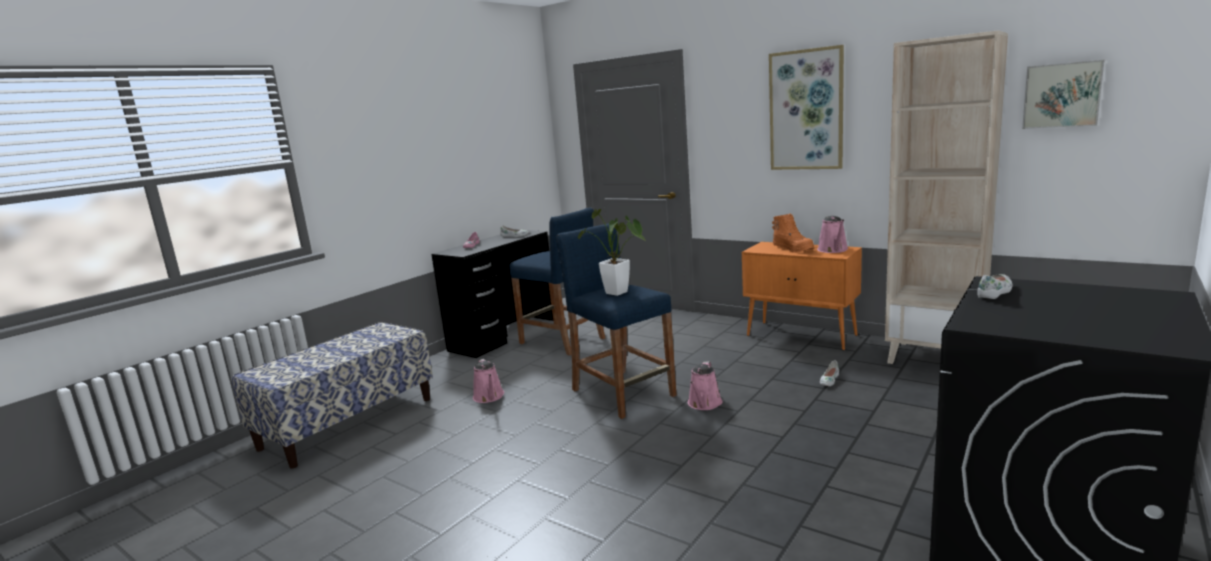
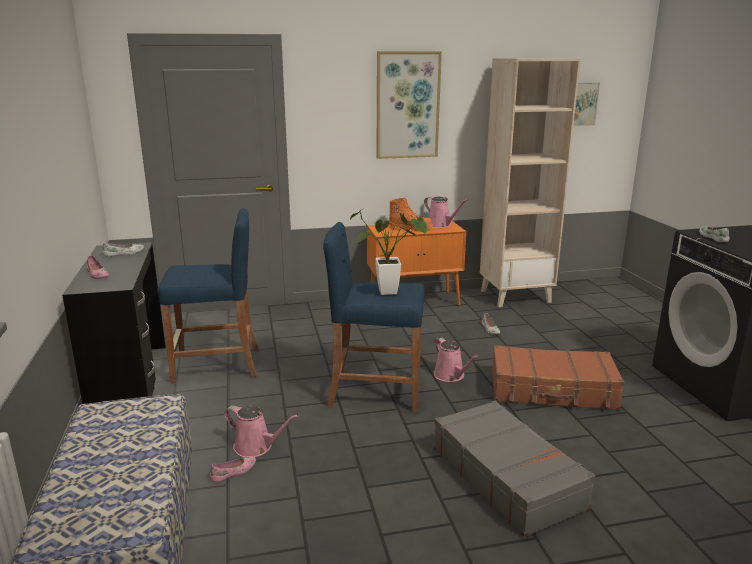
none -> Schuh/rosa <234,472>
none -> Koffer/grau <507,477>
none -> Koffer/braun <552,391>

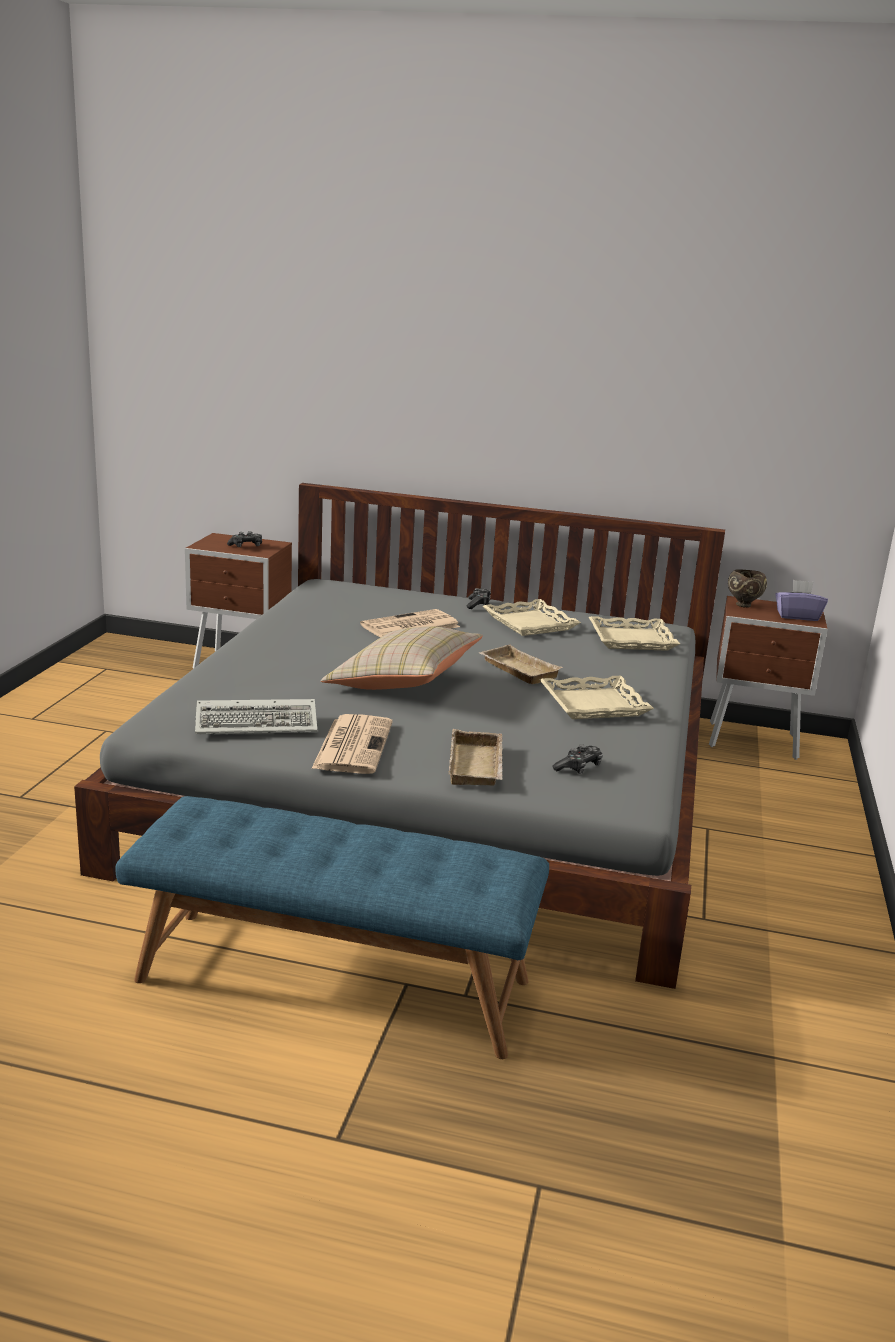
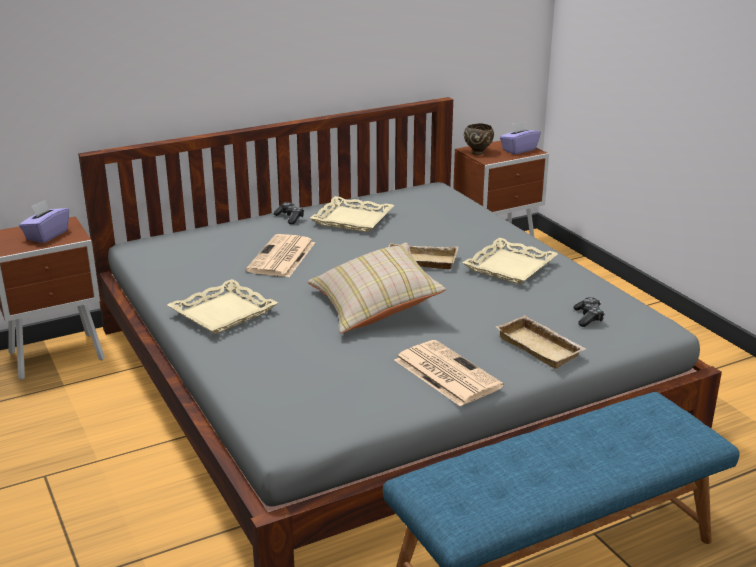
Tastatur <259,722> -> none
Gamepad <246,546> -> Taschentuchbox/lila <46,235>
Tablett/beige <632,639> -> Tablett/beige <223,313>, move

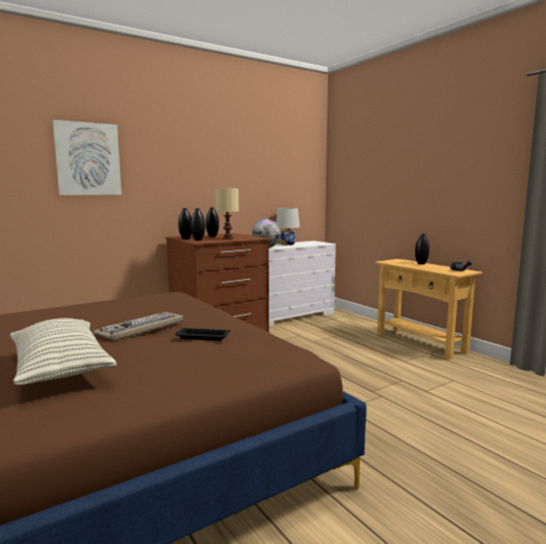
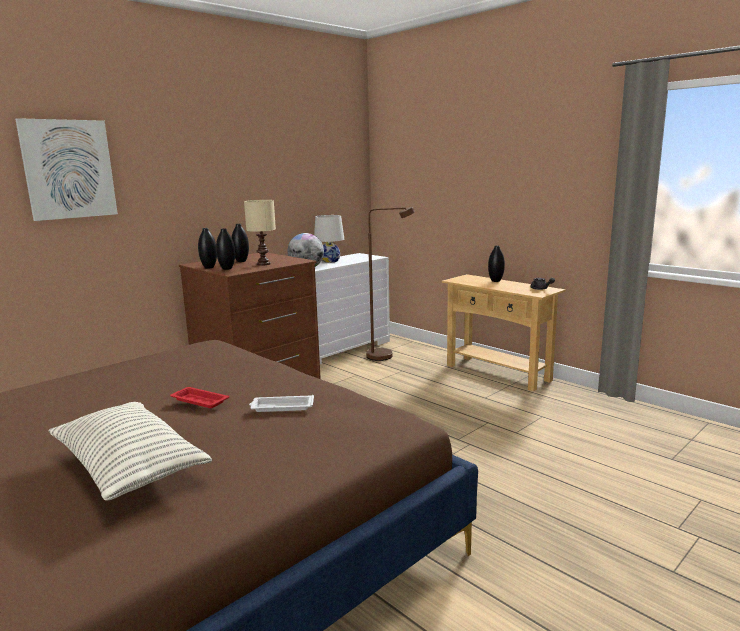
Tastatur <141,328> -> Tablett/rot <199,401>
Tablett/schwarz <202,337> -> Tablett/weiß <281,407>
none -> Stehlampe/braun <387,356>

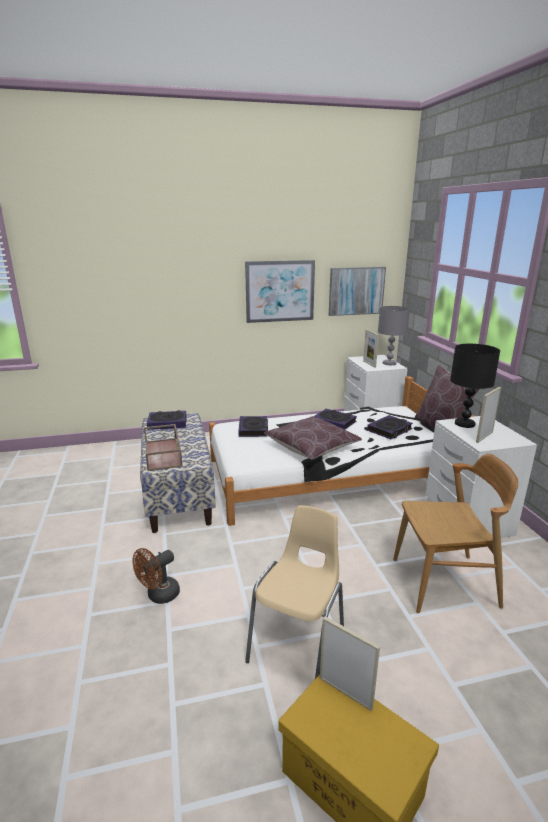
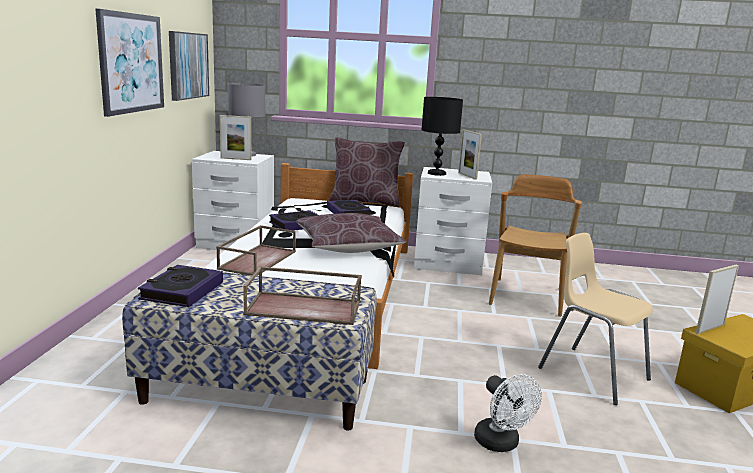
Ventilator/braun <159,596> -> Ventilator/weiß <501,444>
Buch <253,429> -> Tablett/braun <257,259>

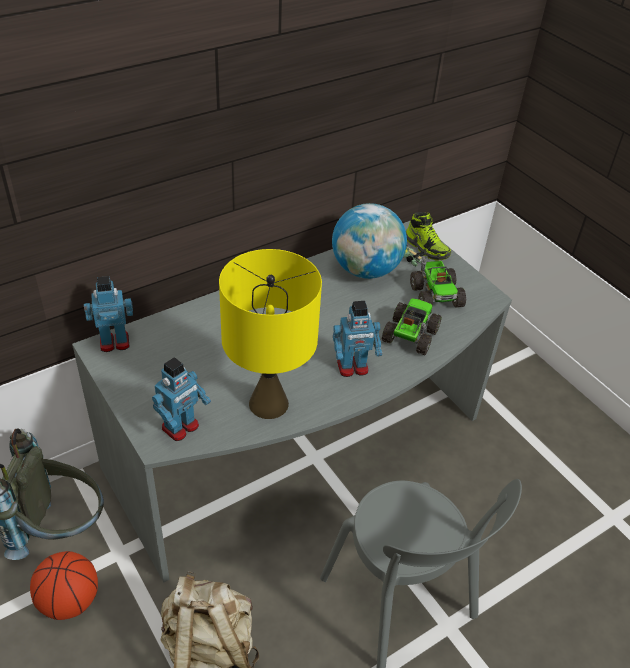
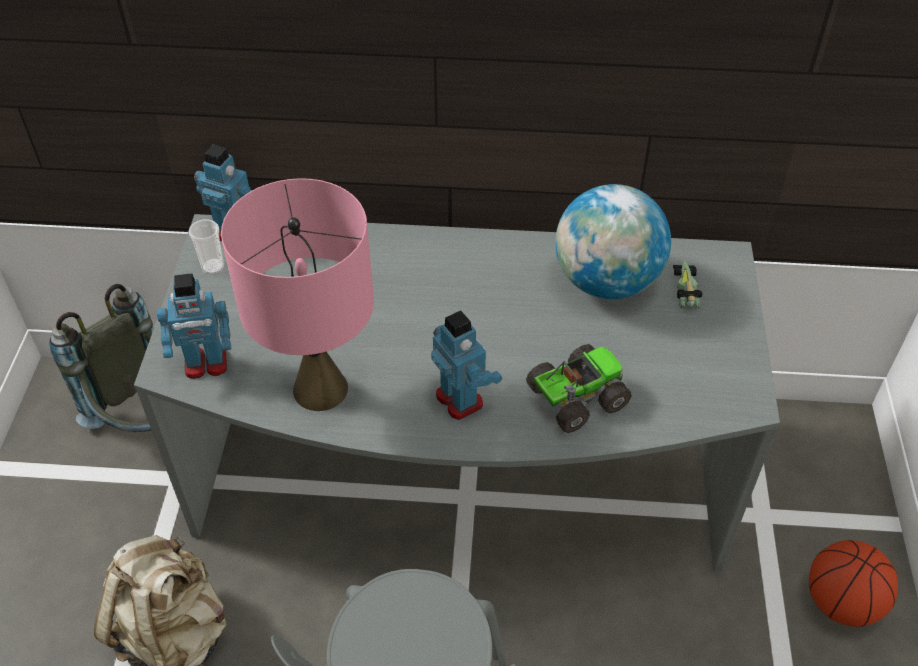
Basketball <69,601> -> Basketball <840,602>, move
Tischlampe/gelb <269,403> -> Tischlampe/rosa <321,389>
Spielzeugroboter <352,367> -> Spielzeugroboter <460,399>, 150 degrees counterclockwise
Schuh <427,248> -> none
Spielzeuglaster <436,295> -> none
none -> Tasse <213,267>

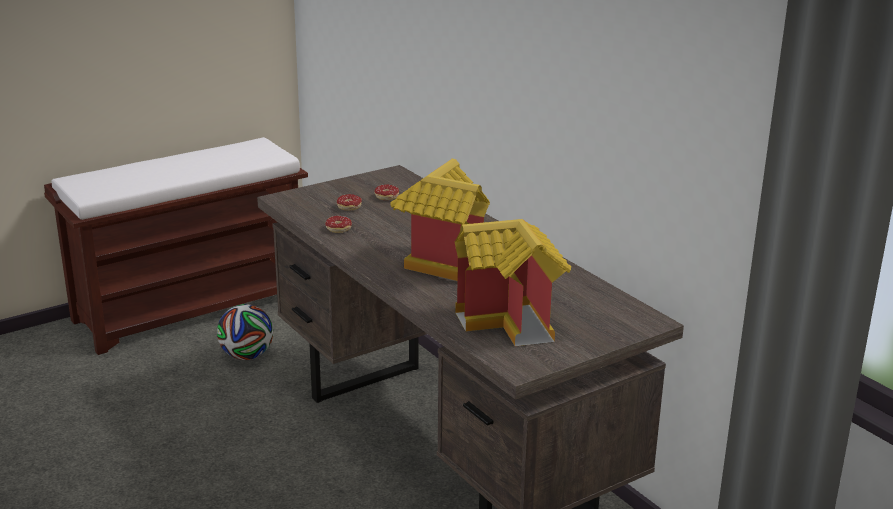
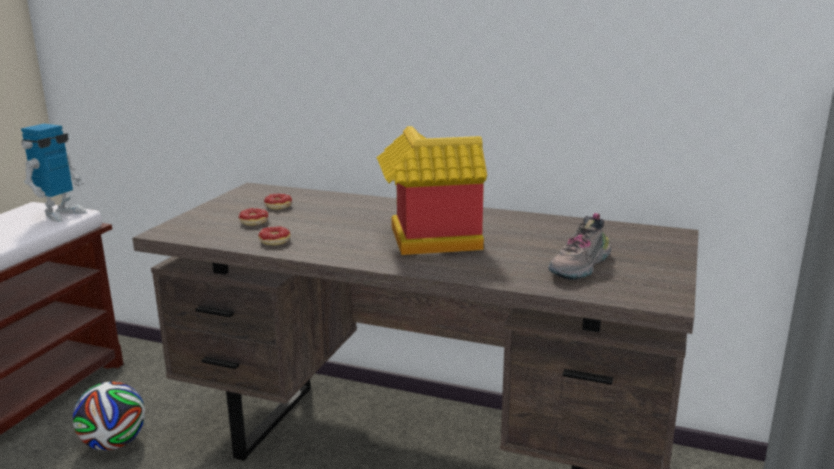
Spielzeughaus <513,322> -> Schuh <581,267>
none -> Spielzeugroboter <60,214>

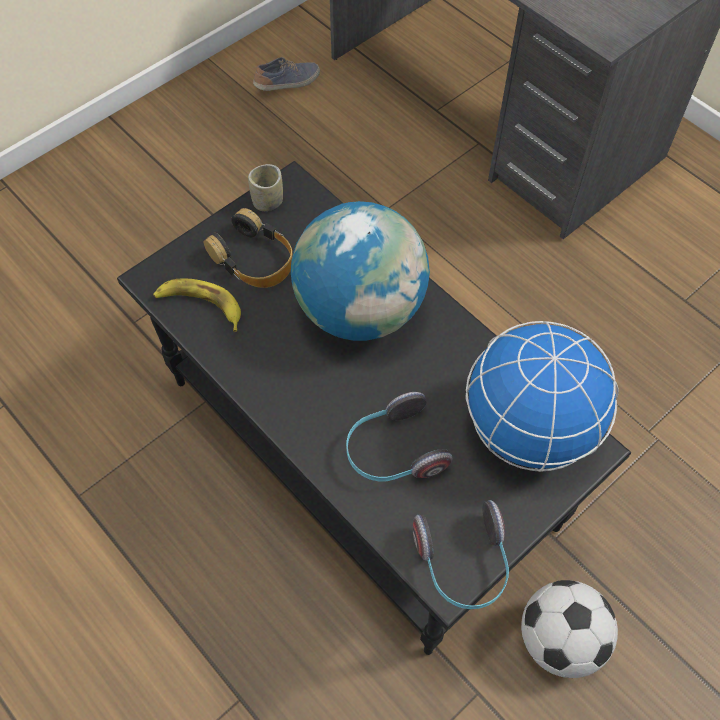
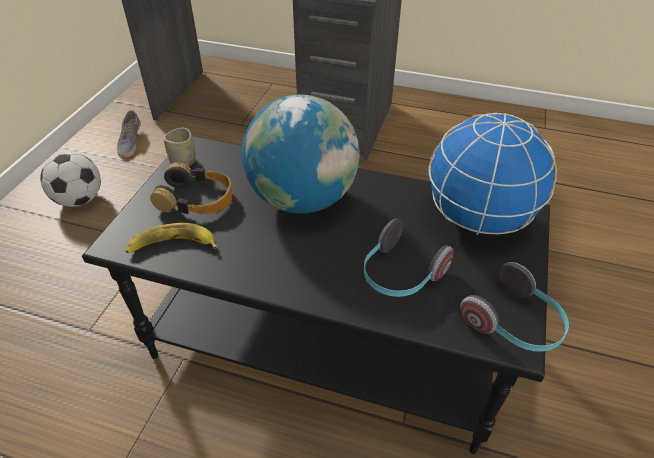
Schuh <288,83> -> Schuh <130,142>, 150 degrees clockwise
Fußball <559,639> -> Fußball <79,200>, move

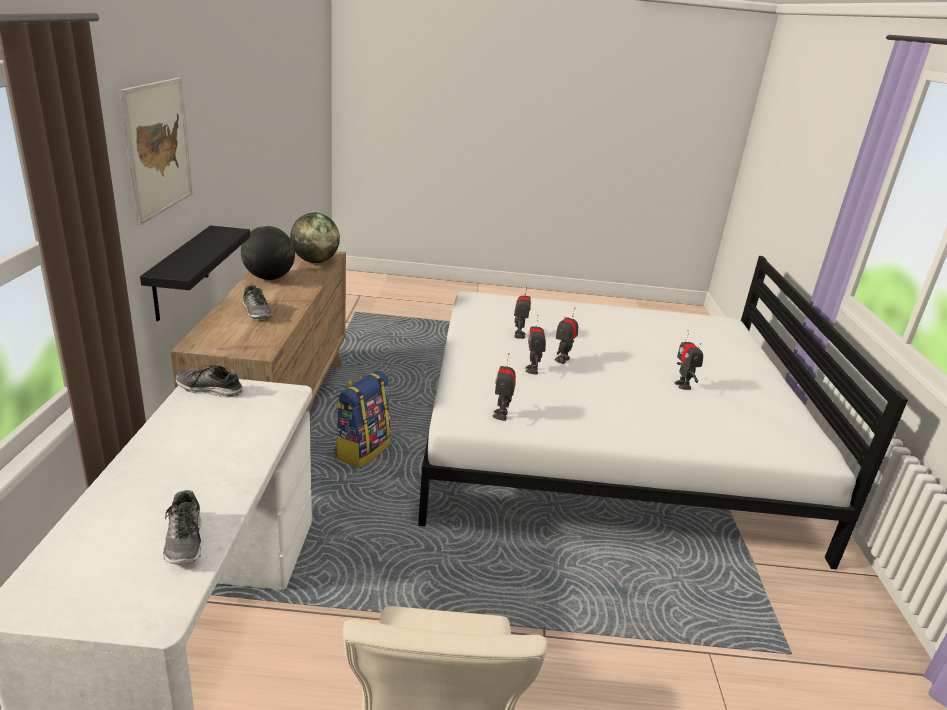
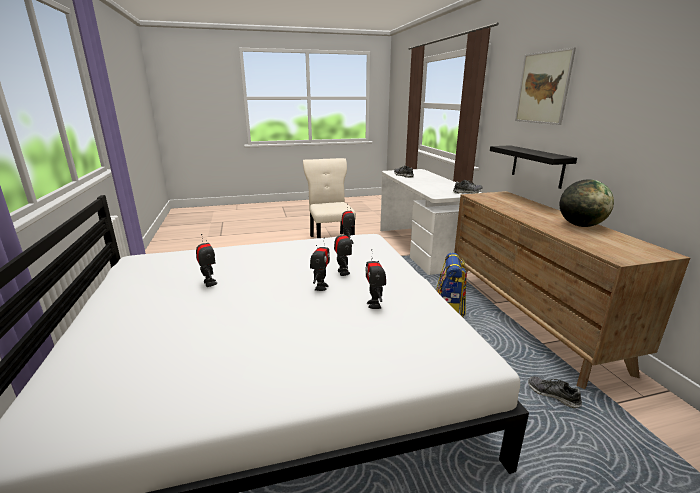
Schuh <257,312> -> Schuh <553,396>, move
Globus <315,261> -> none

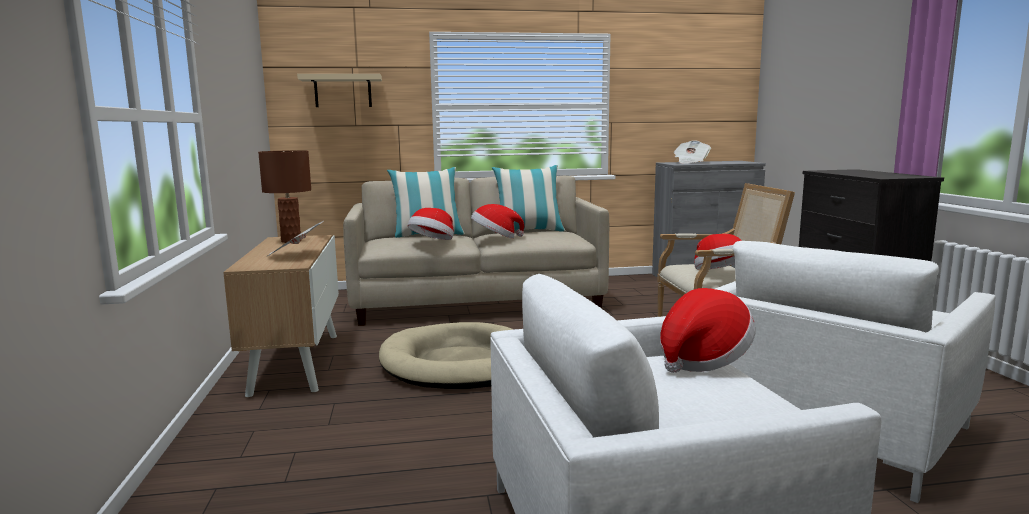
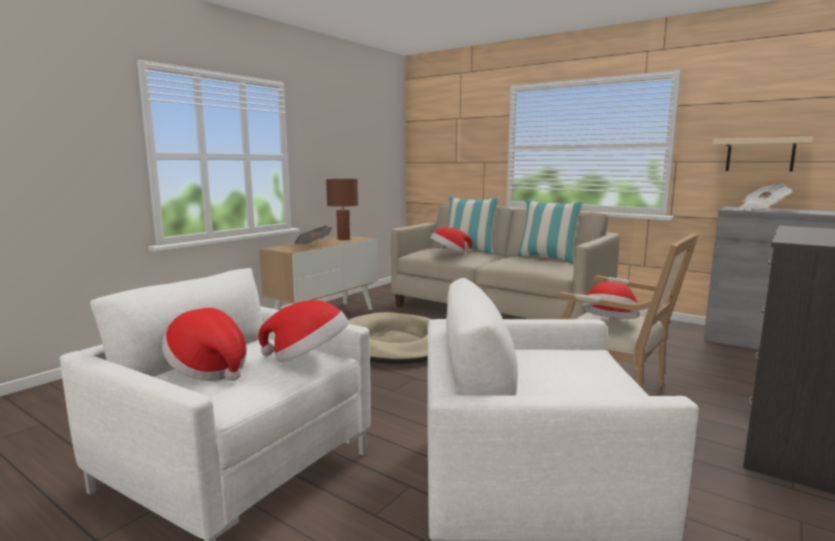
Wandregal/beige <343,91> -> Wandregal/beige <760,155>, move
Hut <495,238> -> Hut <209,370>, move

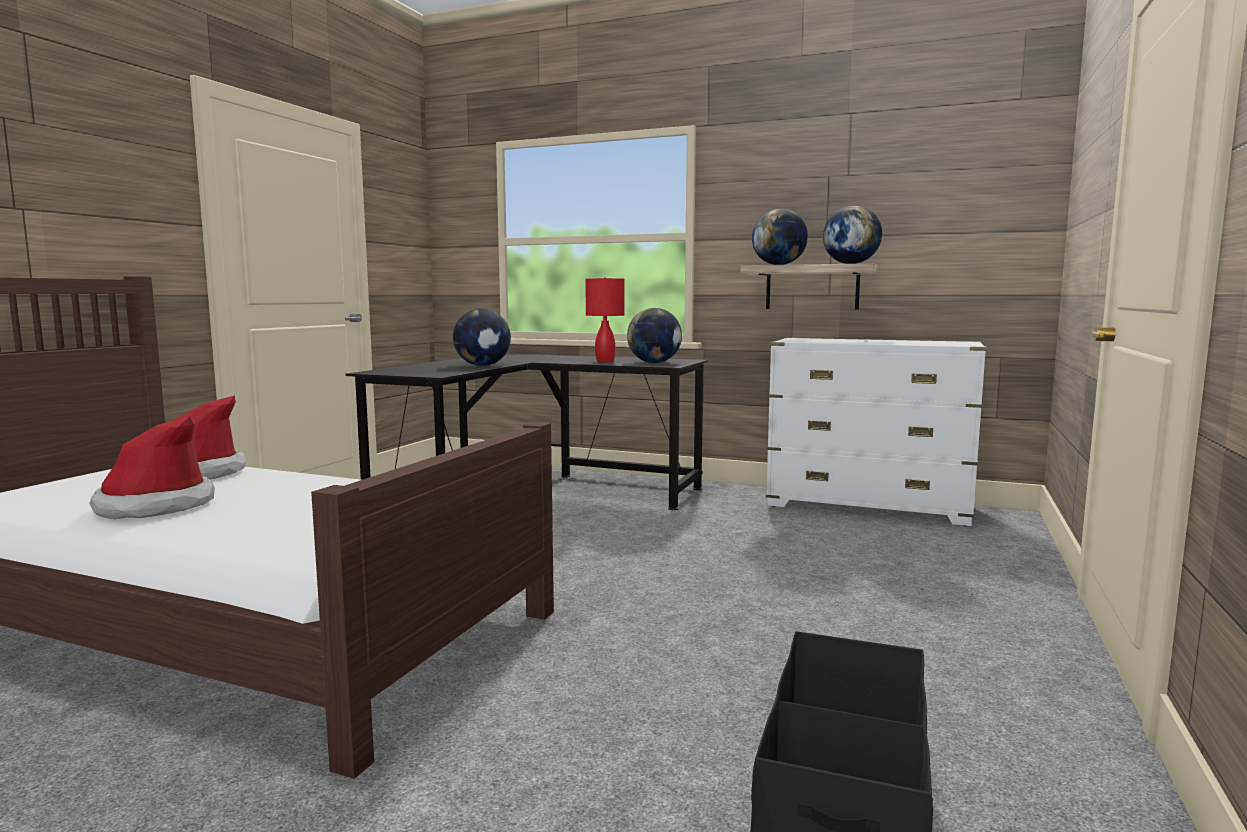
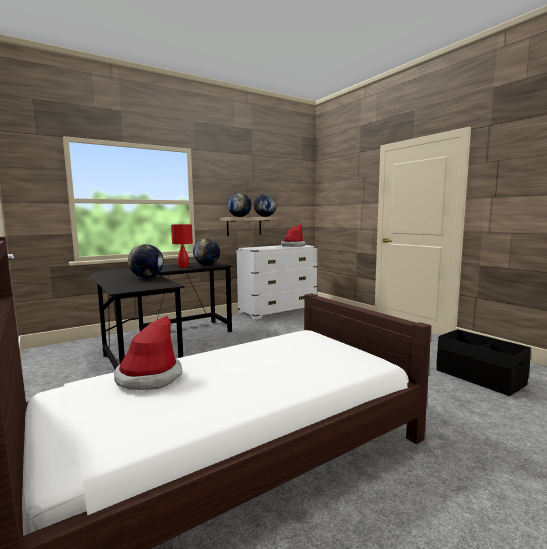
Hut <155,506> -> Hut <293,246>, move

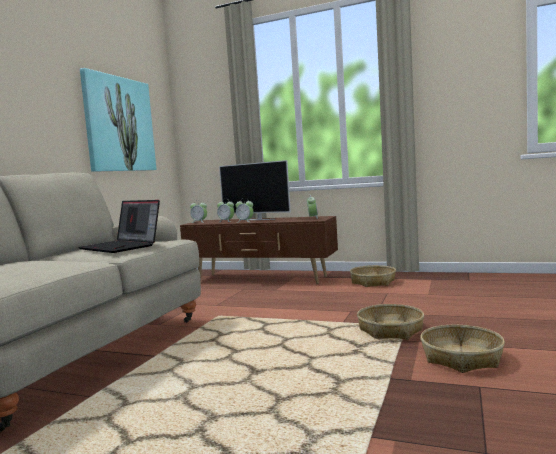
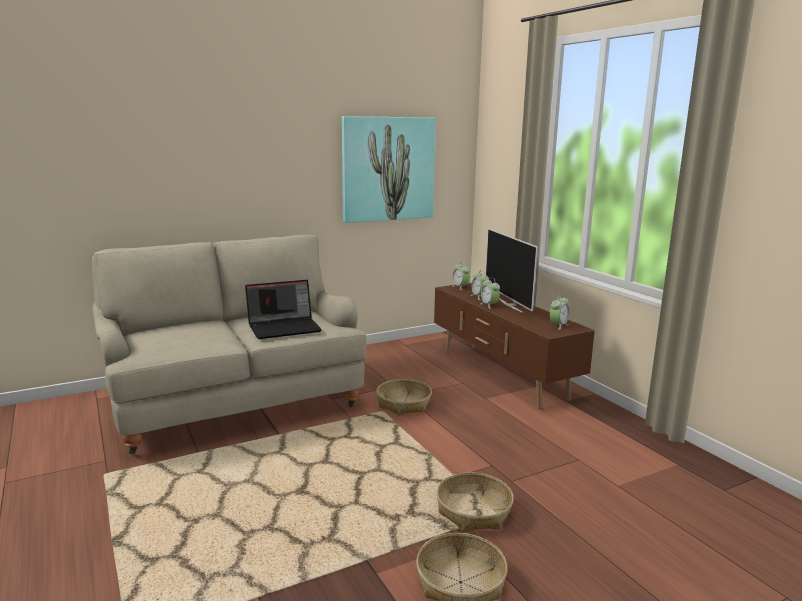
Laptop <122,247> -> Laptop <285,327>, 105 degrees counterclockwise
Korb <372,282> -> Korb <403,404>, move

